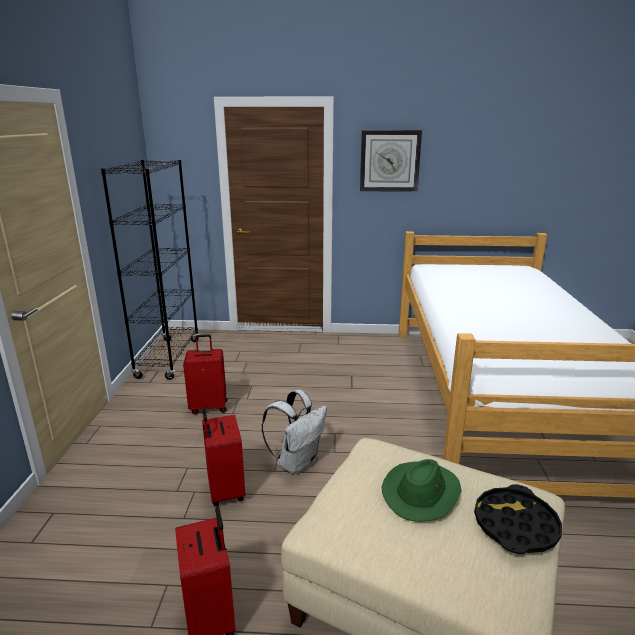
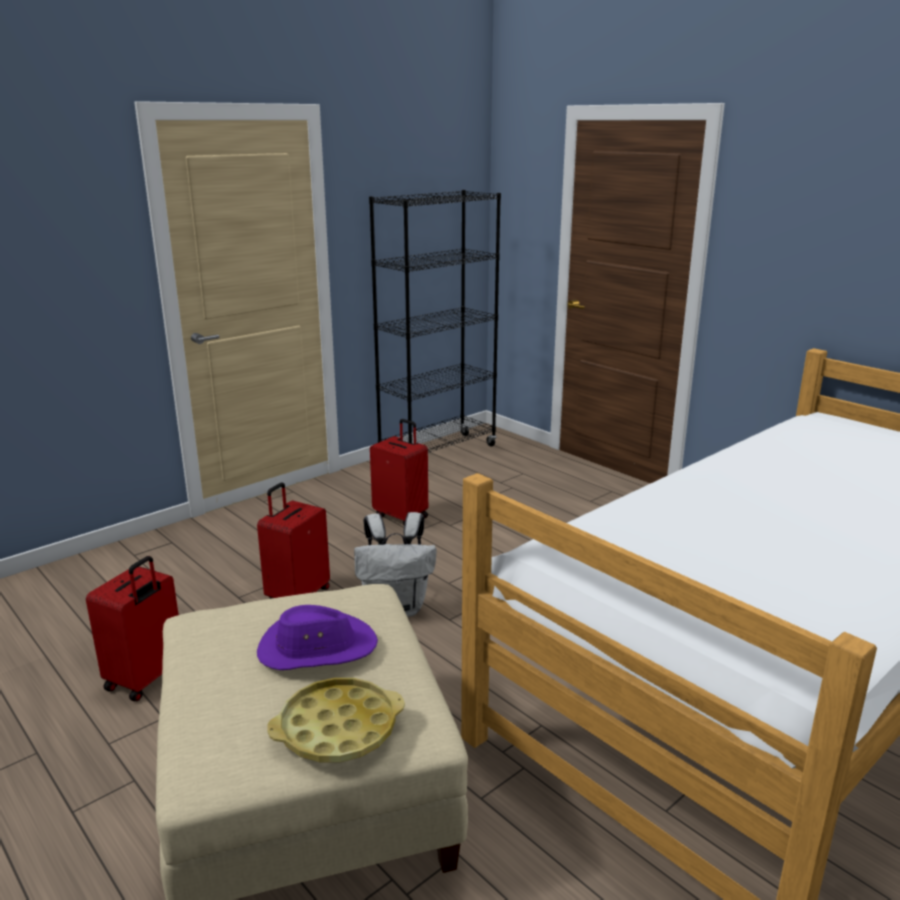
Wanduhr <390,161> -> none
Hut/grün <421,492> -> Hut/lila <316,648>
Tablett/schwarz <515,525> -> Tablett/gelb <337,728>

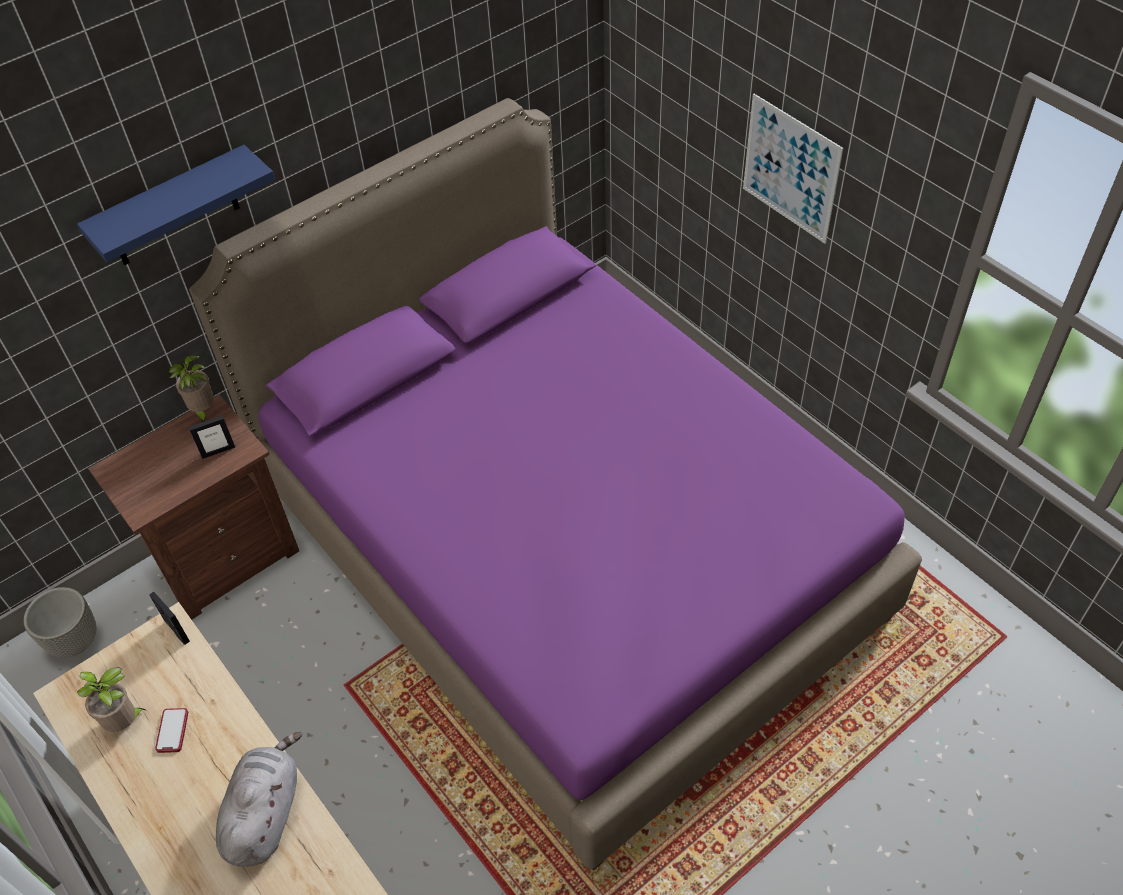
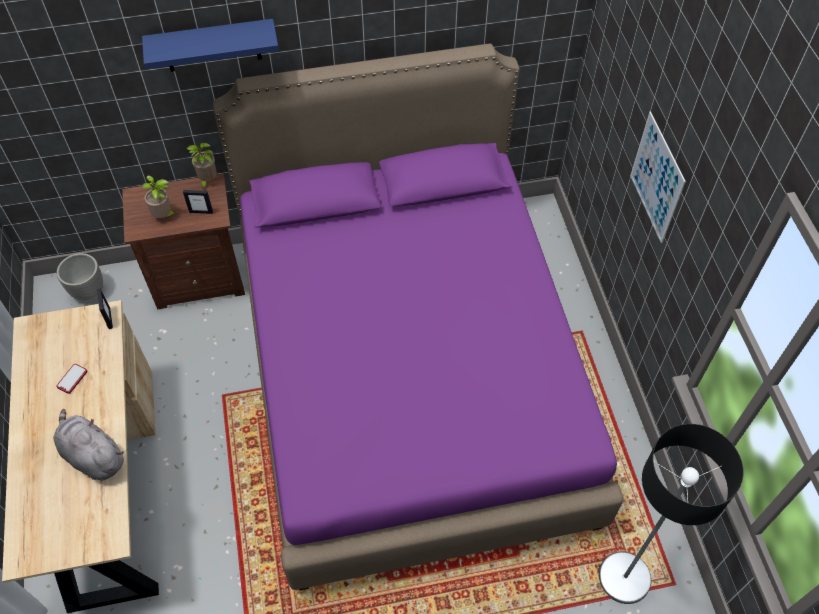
Topfpflanze <125,722> -> Topfpflanze <164,216>, move
Plüschtier/grau <265,813> -> Plüschtier/grau <92,455>, 90 degrees counterclockwise
none -> Stehlampe <624,578>

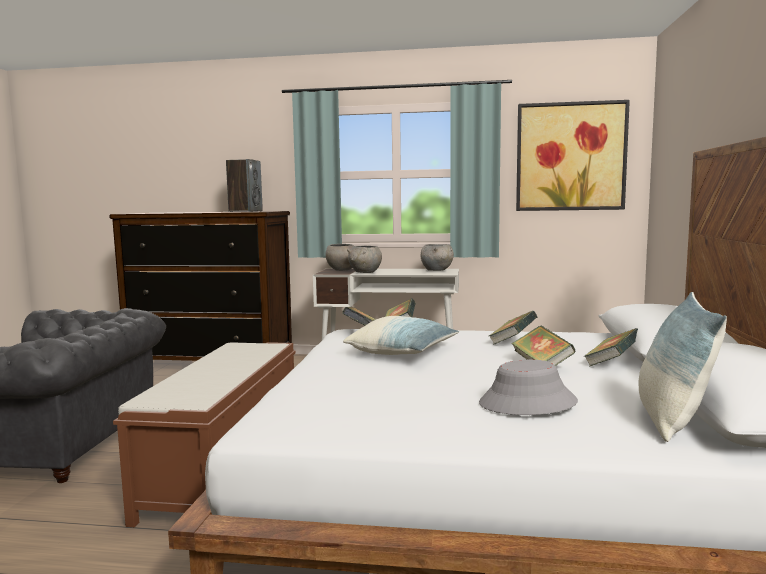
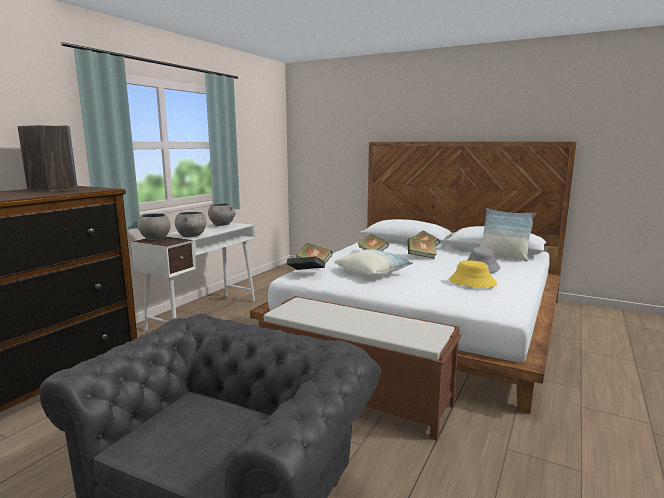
Bild <570,157> -> none
none -> Hut/gelb <472,282>

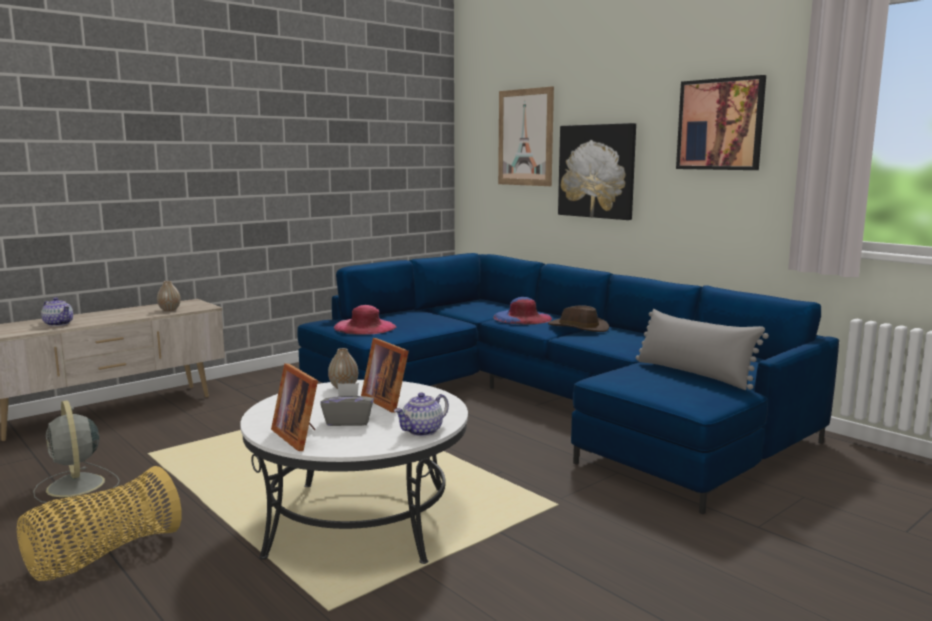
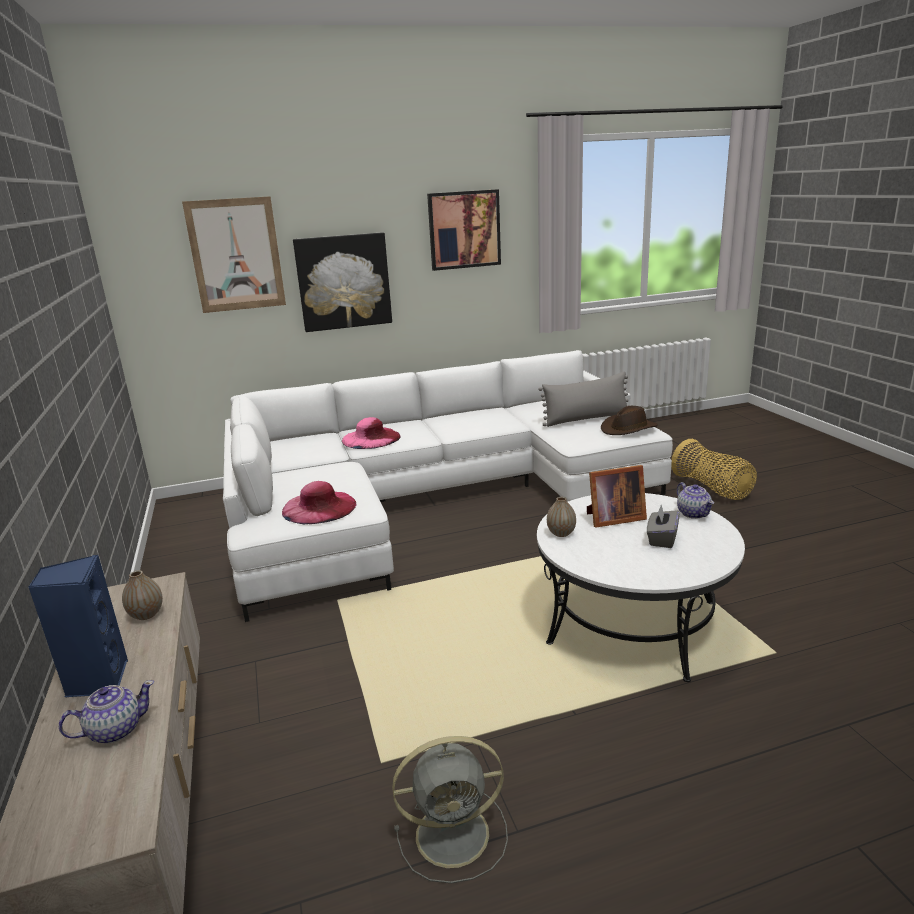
Korb <102,556> -> Korb <712,489>, move
Bilderrahmen <299,436> -> none
Sofa/blau <544,402> -> Sofa/weiß <431,500>
Hut/blau <522,318> -> Hut/rosa <371,438>
Hut/braun <578,328> -> Hut/braun <628,428>, move
none -> Lautsprecher/blau <97,681>

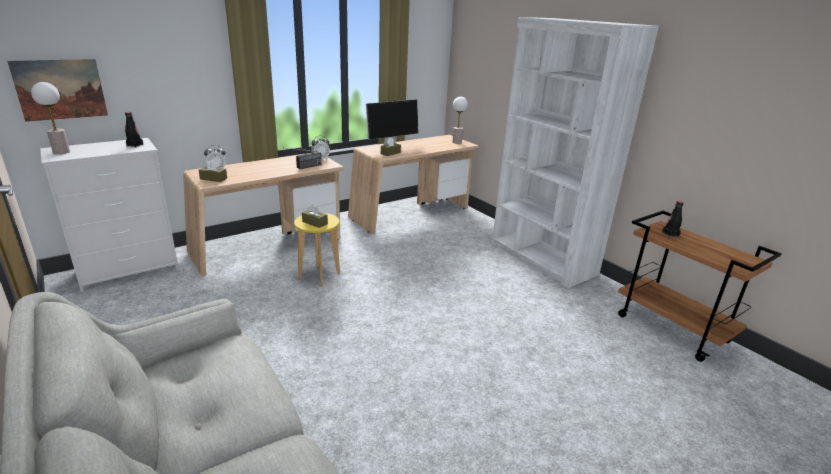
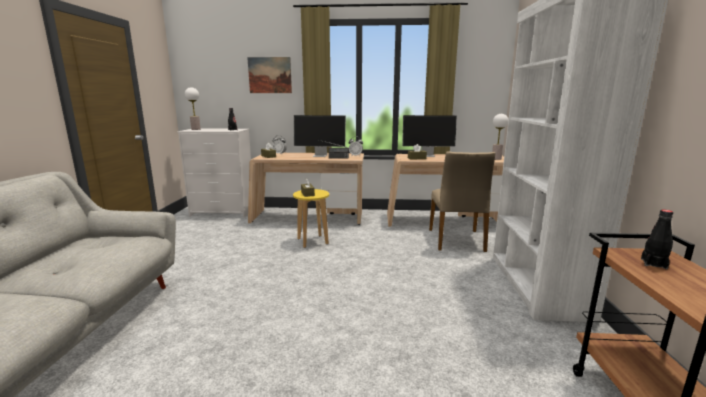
Bild <60,89> -> Bild <270,75>, move
none -> Monitor <320,155>
none -> Stuhl/beige <457,240>

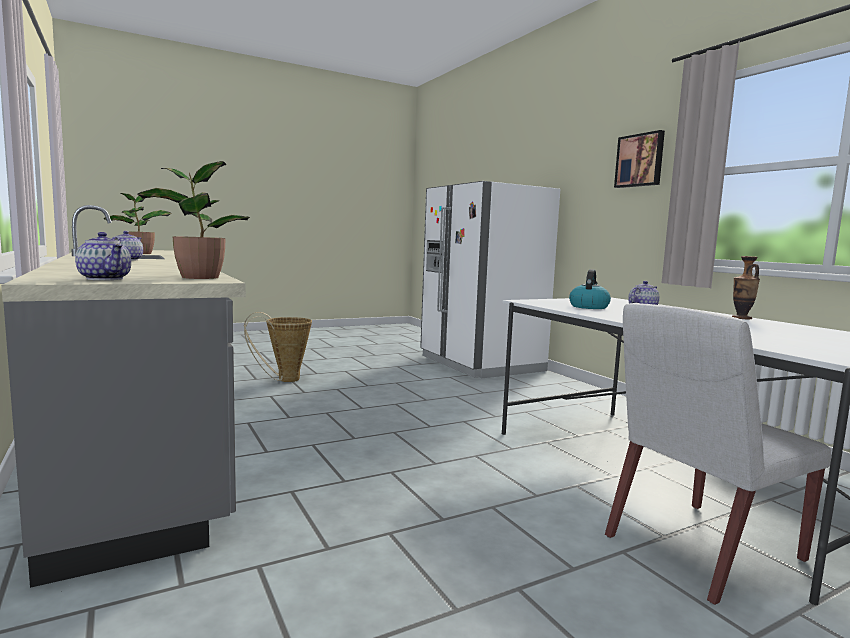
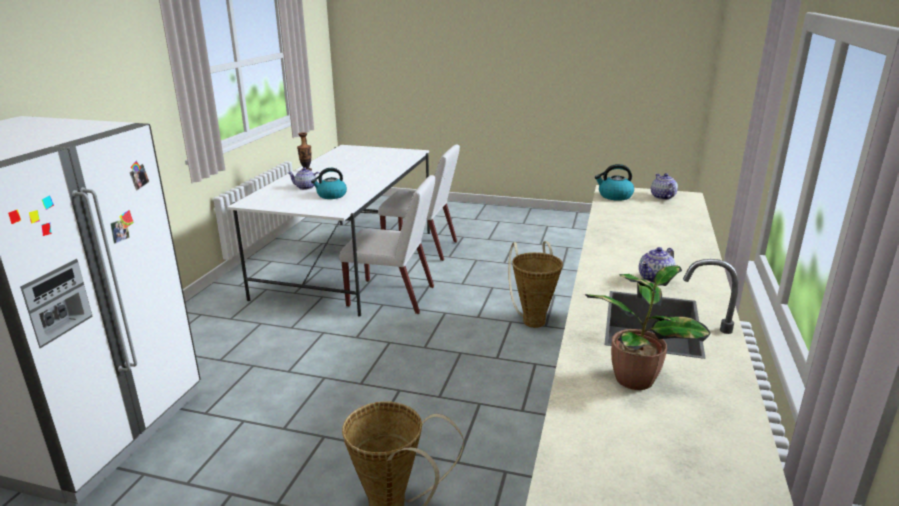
Topfpflanze <197,277> -> Wasserkessel <614,196>
Bild <640,160> -> none
none -> Stuhl/weiß <392,296>
none -> Korb <533,319>

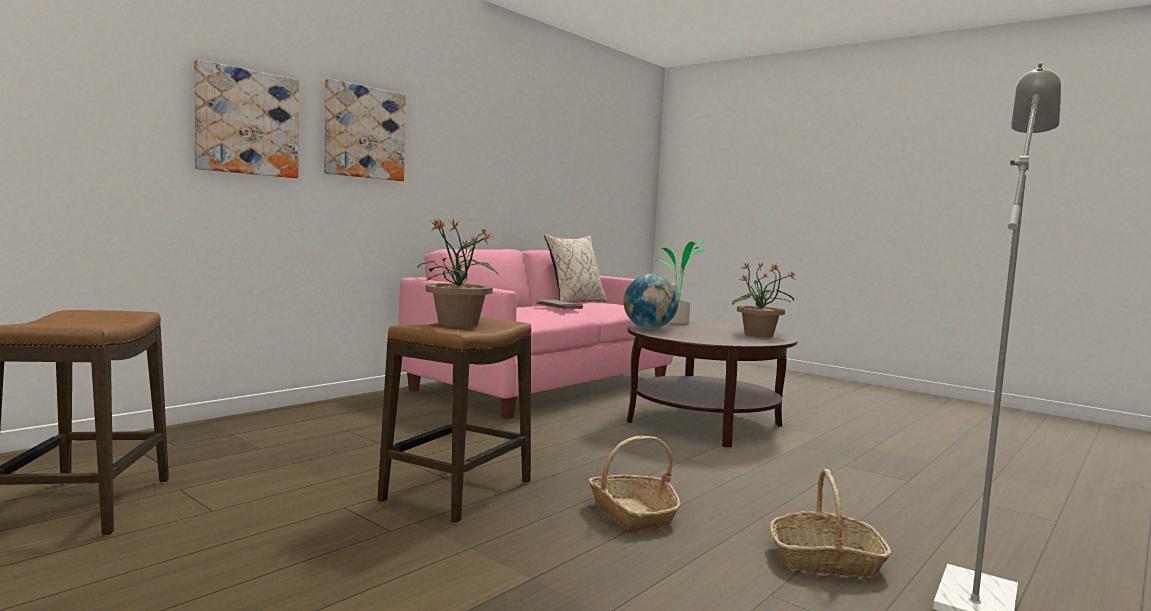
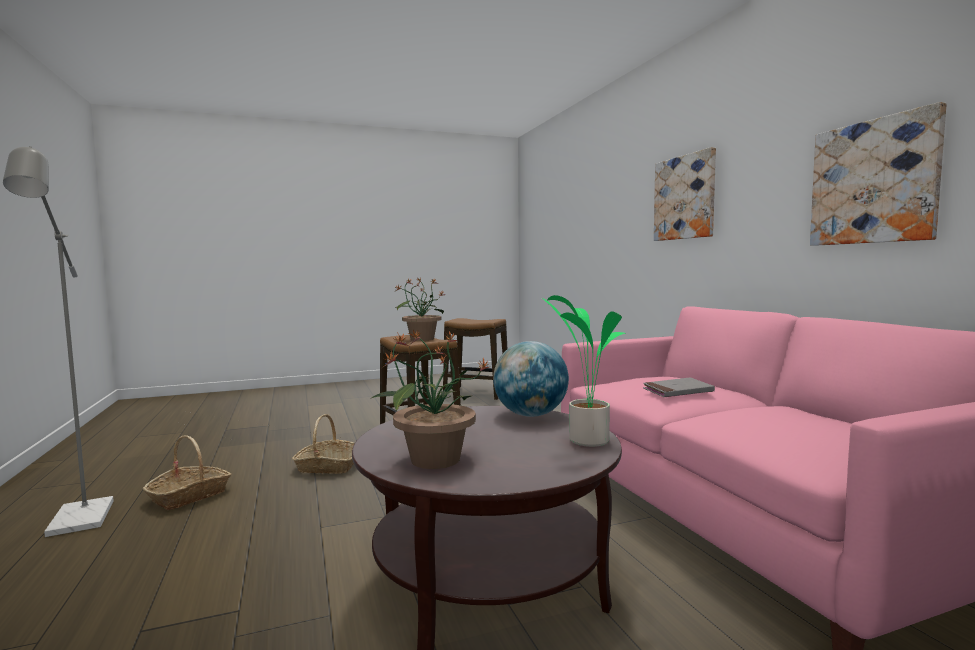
Bild <247,122> -> Bild <873,182>, move
Kissen/beige <575,302> -> none

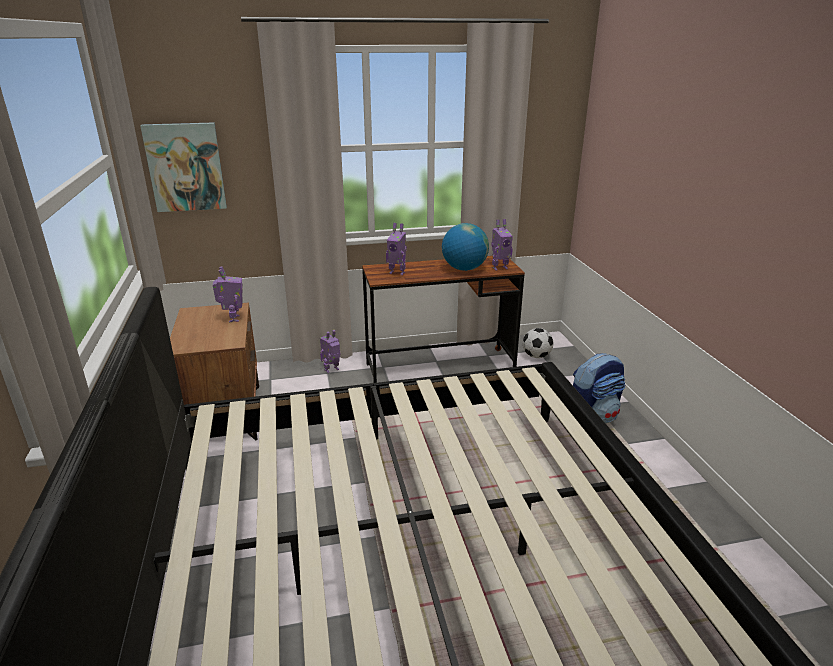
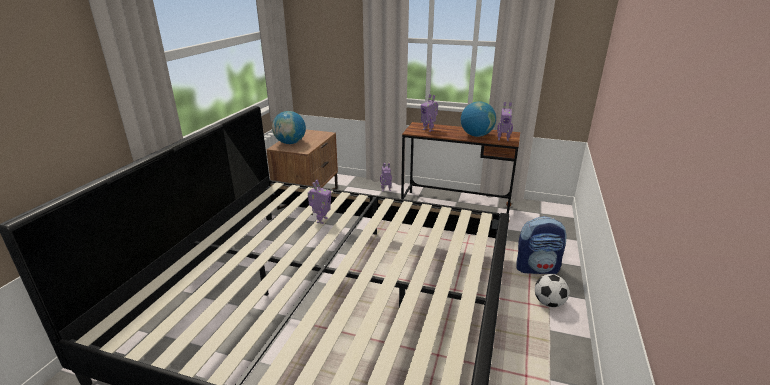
Bild <186,167> -> none
Spielzeugroboter <233,319> -> Spielzeugroboter <321,220>, move
Fußball <536,356> -> Fußball <549,303>, move
none -> Globus <290,143>

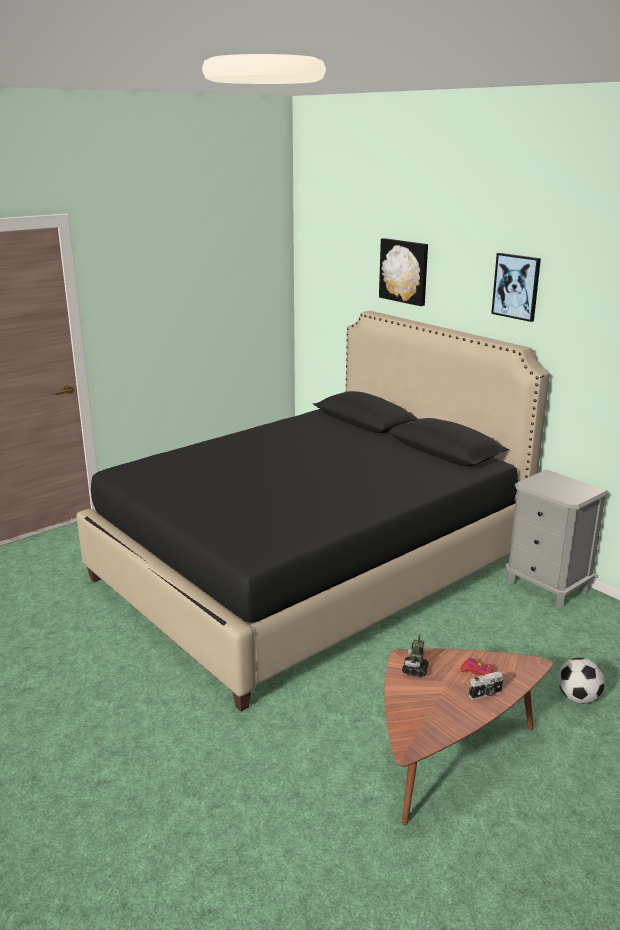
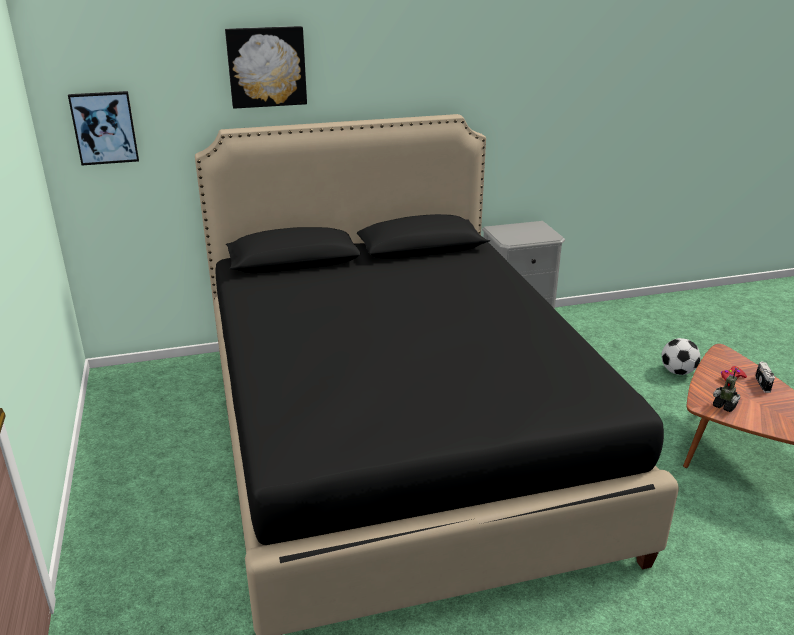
Bild <516,286> -> Bild <104,128>, move

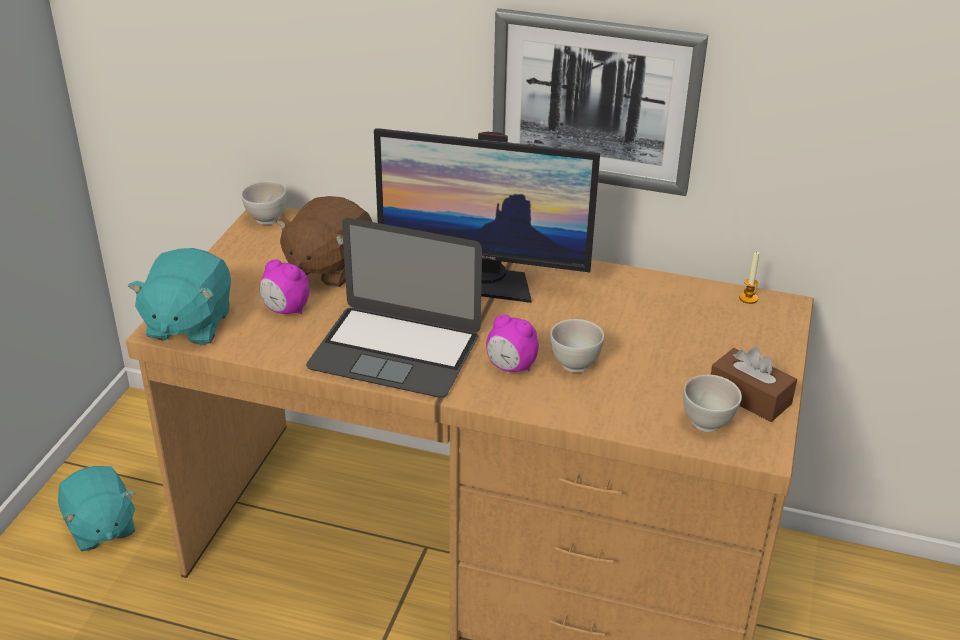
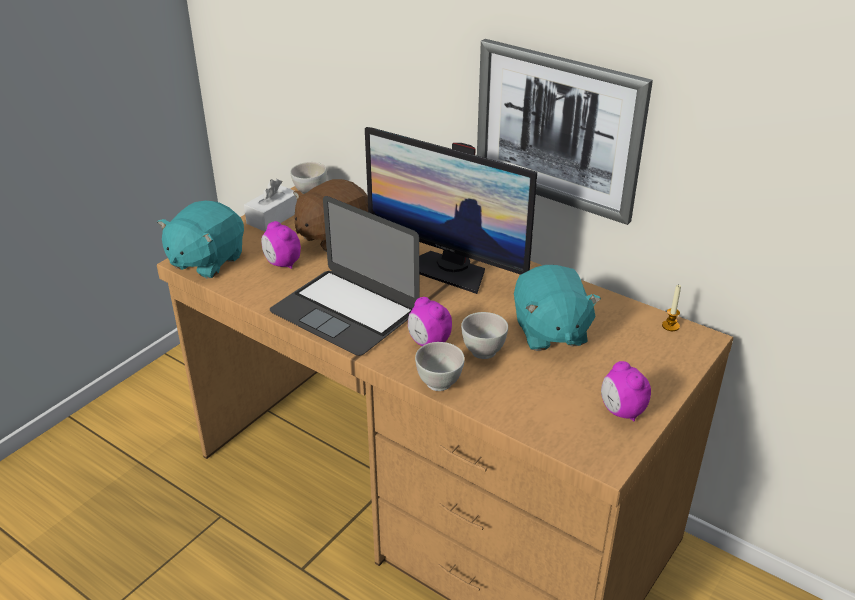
Plüschtier/türkis <100,527> -> Plüschtier/türkis <549,332>, move
Schüssel/weiß <707,423> -> Schüssel/weiß <439,383>, move
Taschentuchbox/braun <749,397> -> Wecker <621,411>
none -> Taschentuchbox/weiß <273,217>

